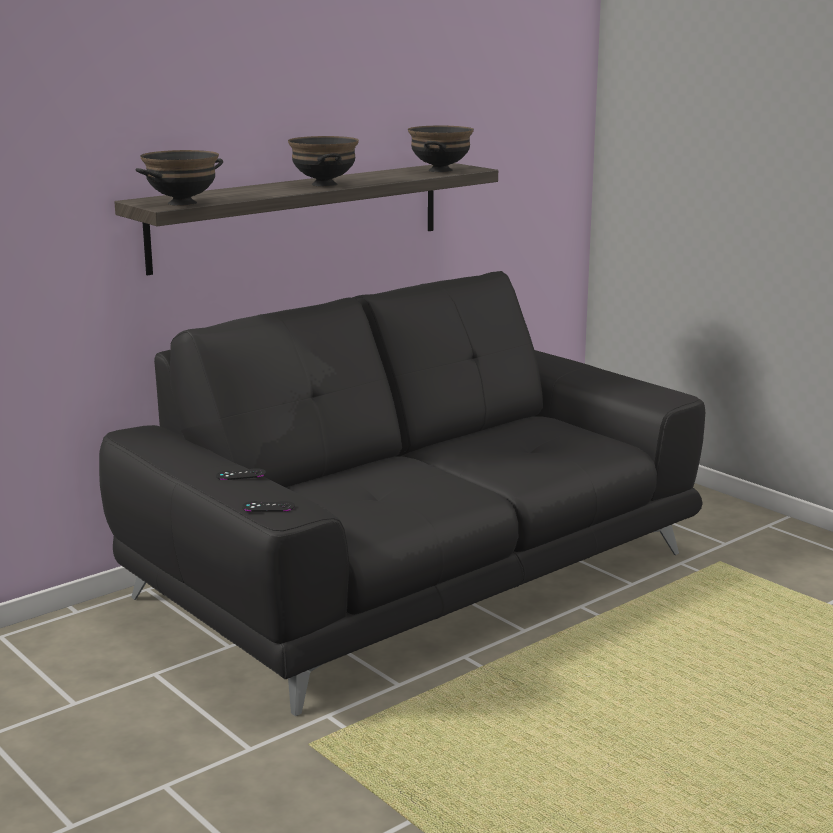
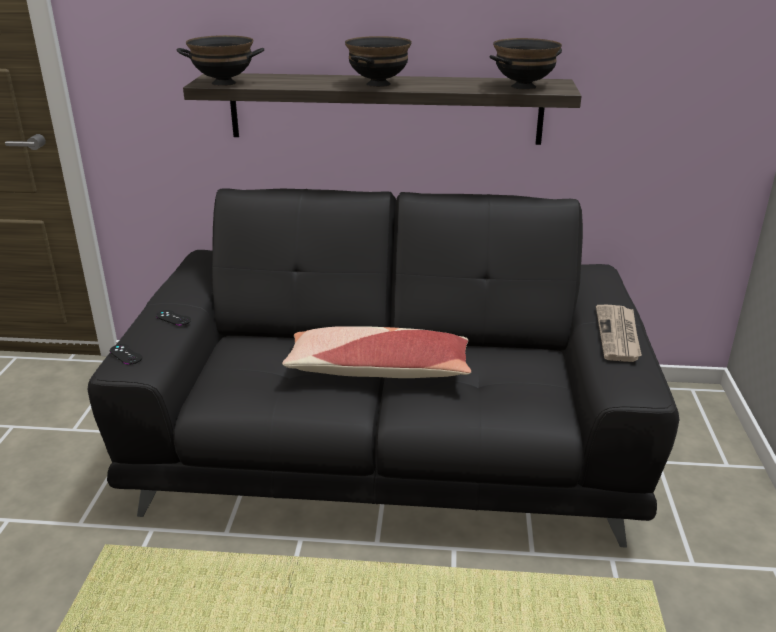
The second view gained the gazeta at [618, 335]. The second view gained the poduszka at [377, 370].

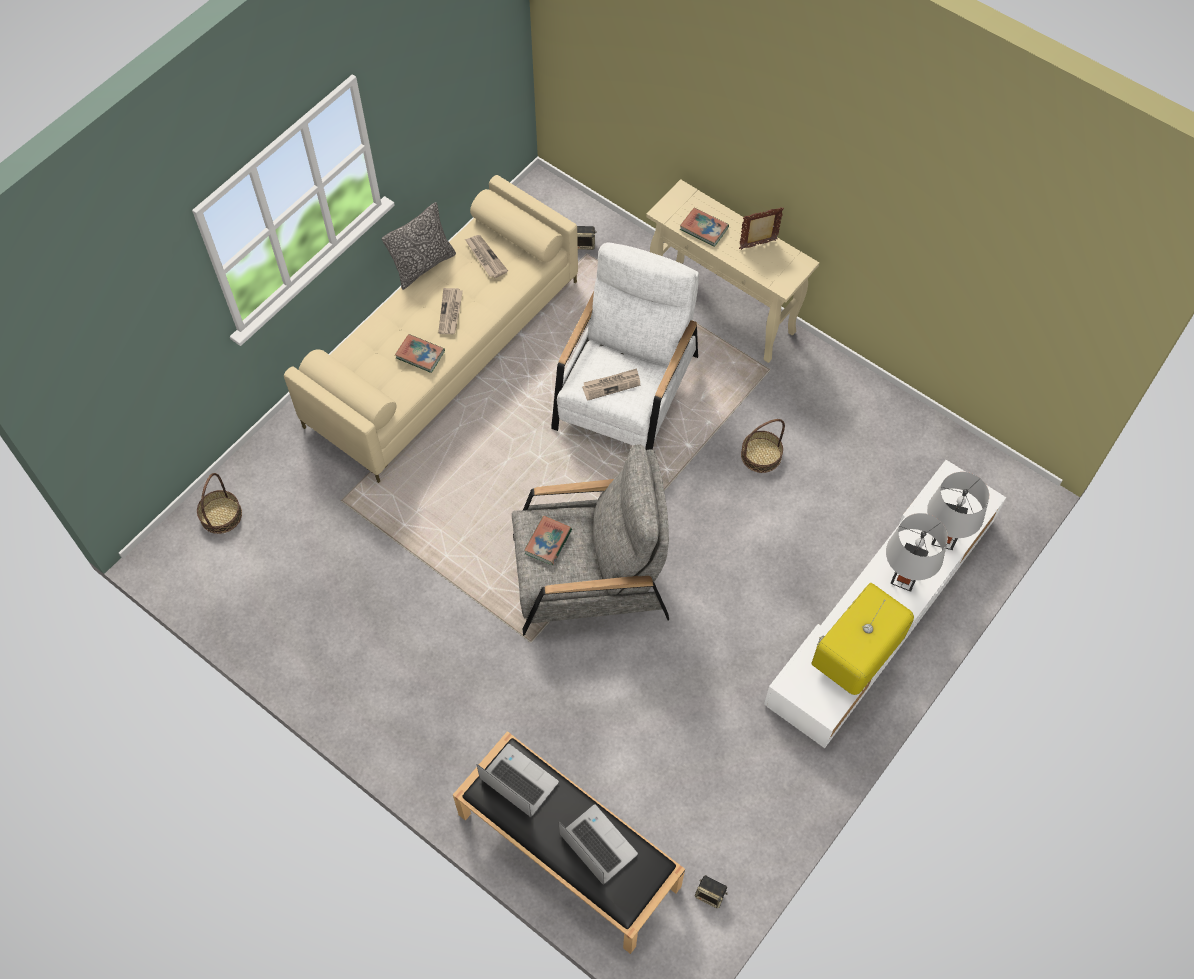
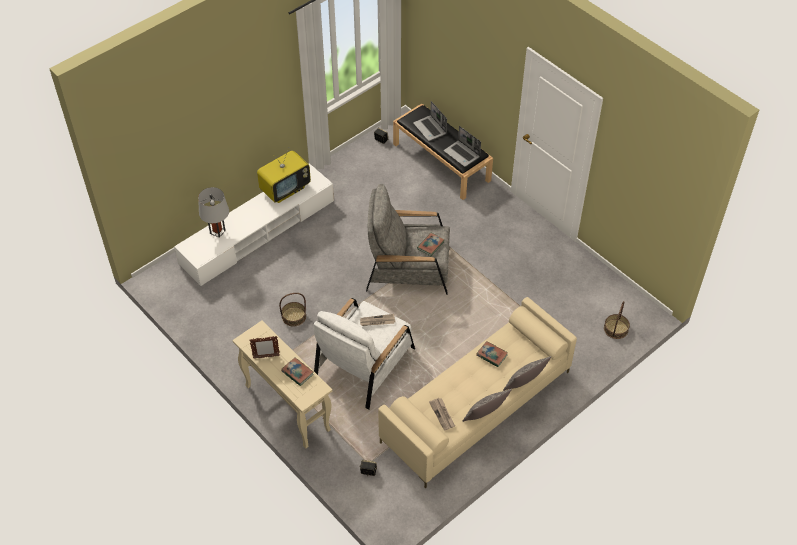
The second view lost the gazeta at [450, 312]. The second view lost the lampa stołowa/szary at [904, 579]. The second view gained the poduszka at [524, 384].

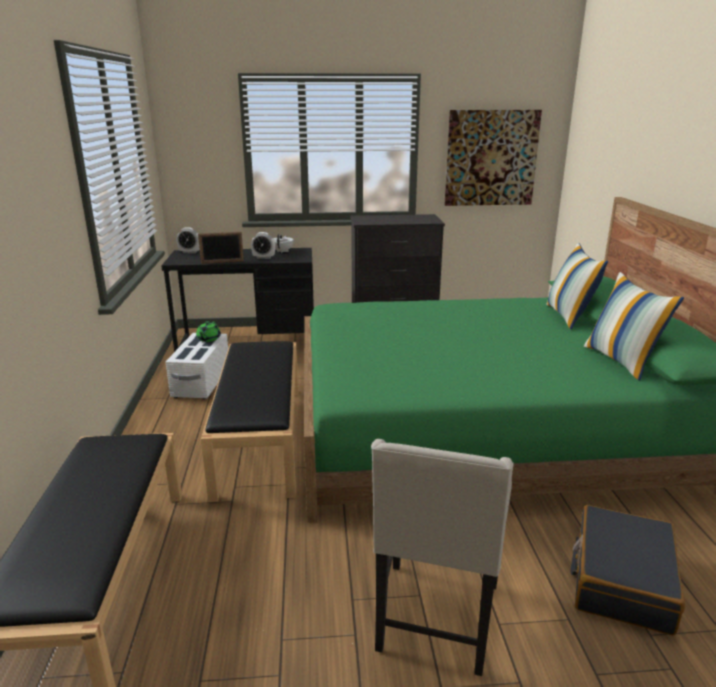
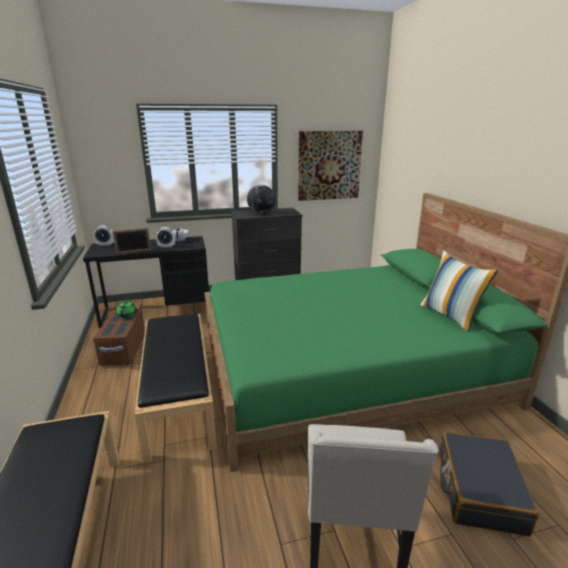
The second view lost the poduszka at [569, 316]. What was the pojemnik do przechowywania/biały at [201, 382] turned into the pojemnik do przechowywania/brązowy at [123, 350]. The second view gained the globus at [261, 213].

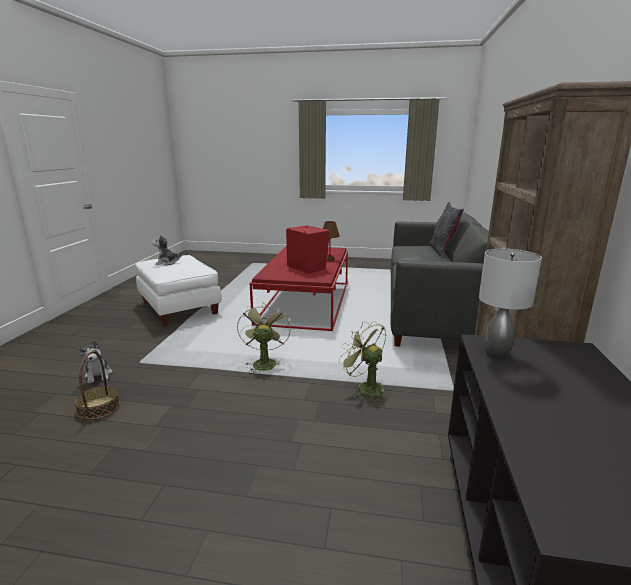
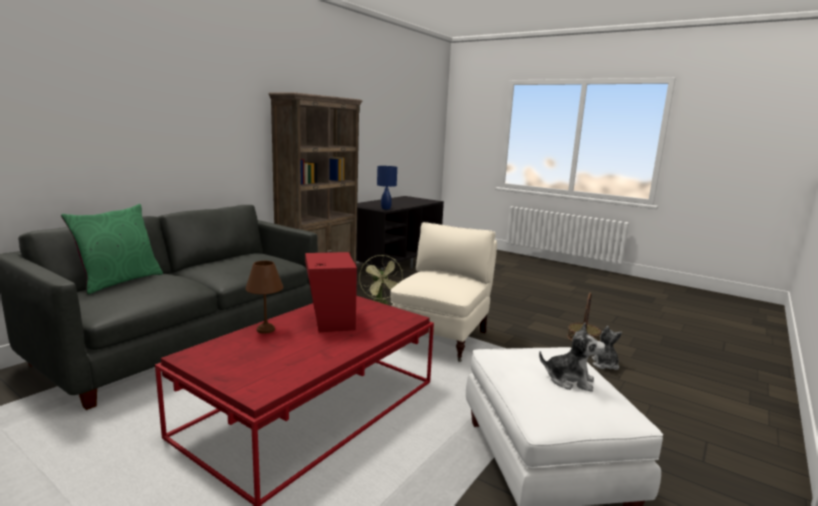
What was the poduszka/szary at [442, 250] turned into the poduszka/zielony at [119, 281]. What was the lampa stołowa/szary at [496, 353] turned into the lampa stołowa/niebieski at [386, 208]. Where the wentylator/zielony stood at [264, 362], the fotel/beżowy came to stand at [442, 338].

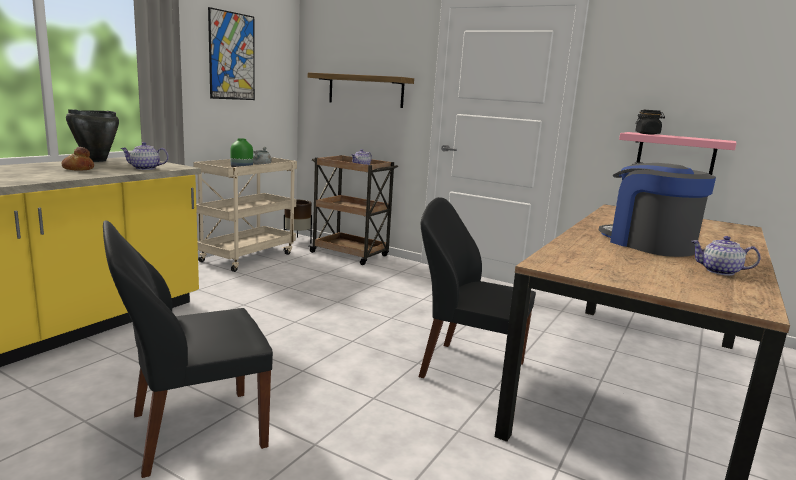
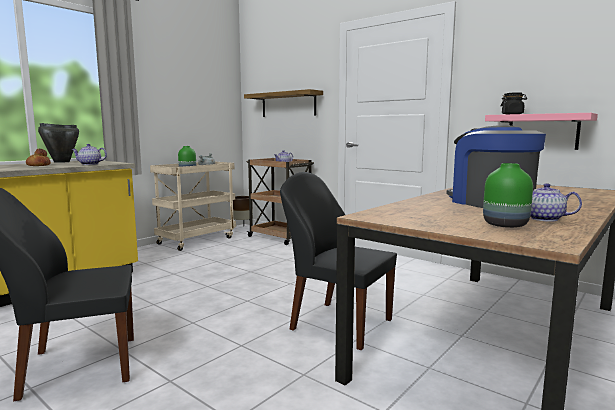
The second view lost the obraz at [232, 56]. The second view gained the wazon/zielony at [504, 225].

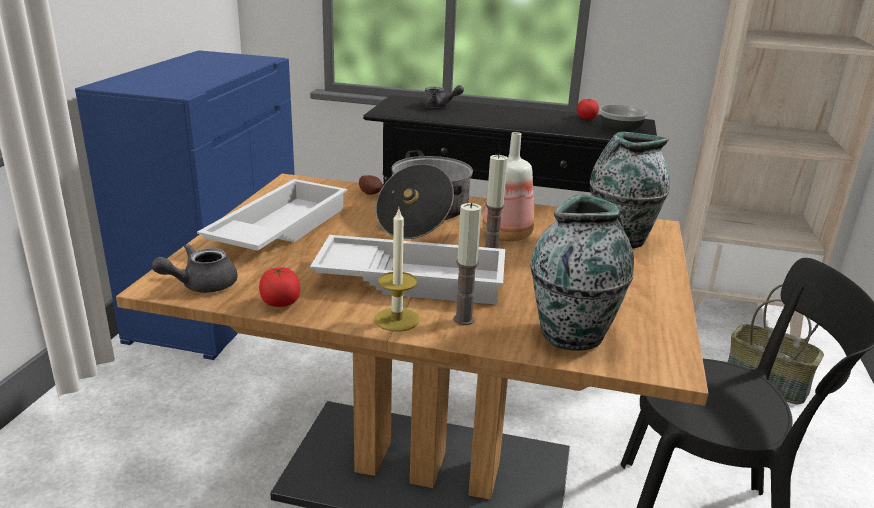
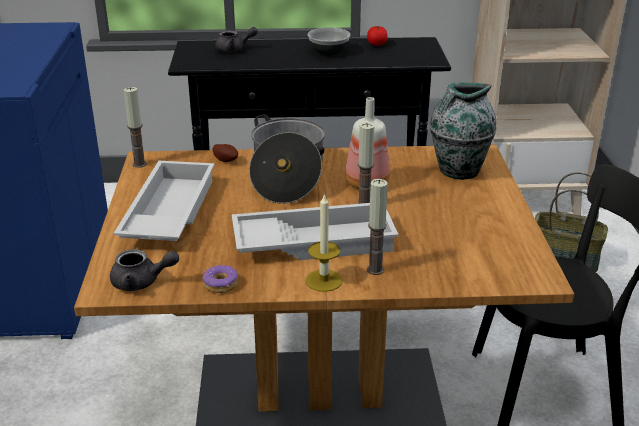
The miska ended up elsewhere, having gone from [620, 130] to [328, 52]. The second view lost the wazon at [573, 334]. The imbryk/szary at [201, 285] ended up facing another way, 120 degrees counterclockwise from before. Where the pomidor stood at [280, 303], the donut came to stand at [221, 285]. The second view gained the świeca at [139, 164].

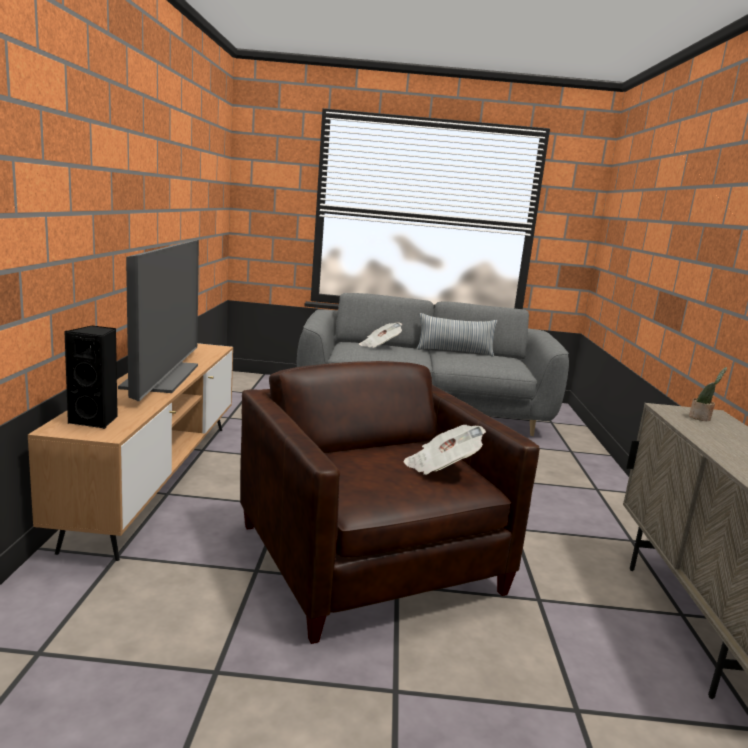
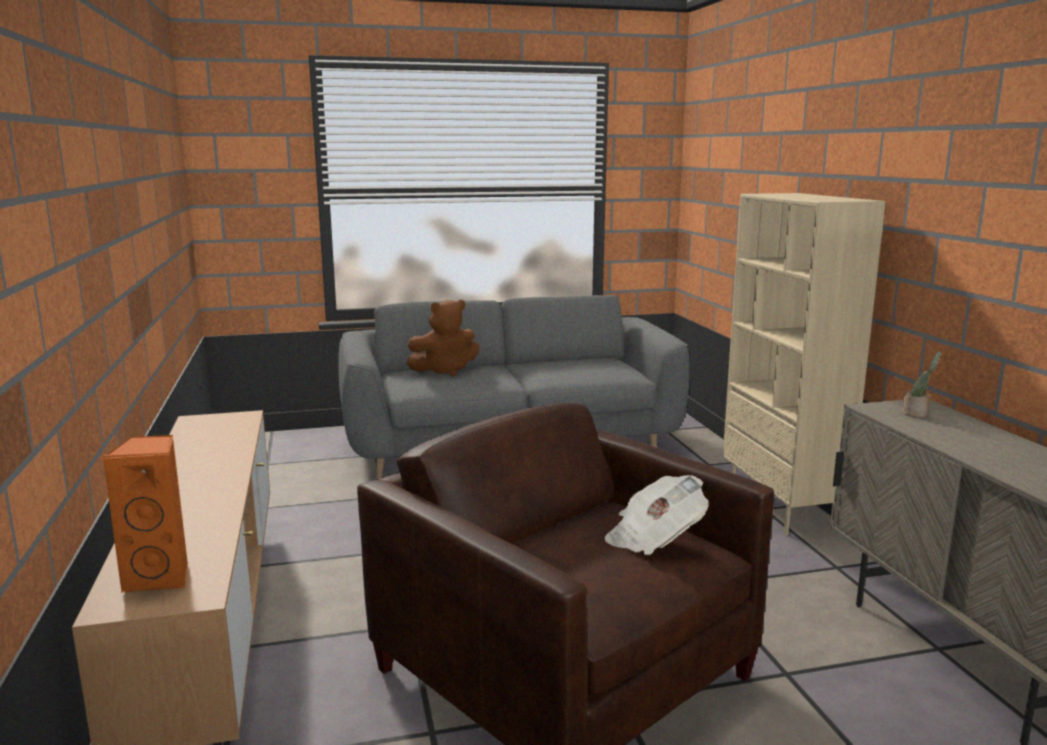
The second view lost the telewizor at [162, 376]. The second view lost the poduszka at [454, 352]. Where the gazeta stood at [379, 346], the pluszak/brązowy came to stand at [445, 371]. What was the głośnik/czarny at [96, 420] turned into the głośnik/pomarańczowy at [161, 577]. The second view gained the regał/beżowy at [781, 508].

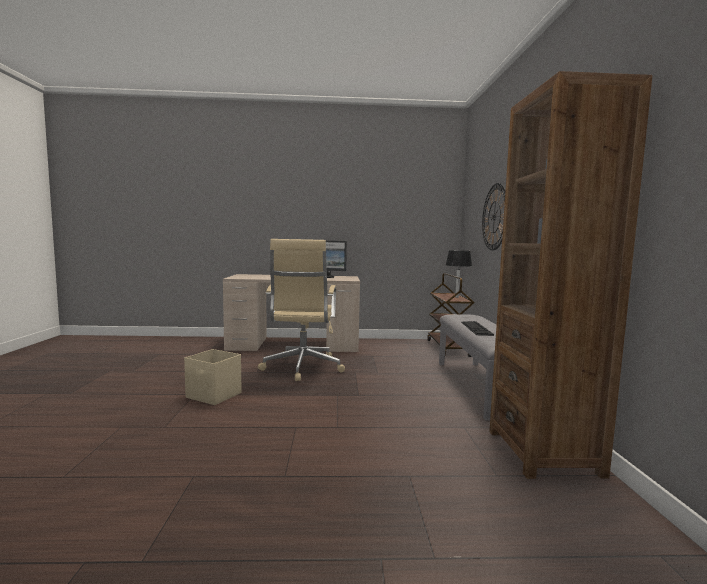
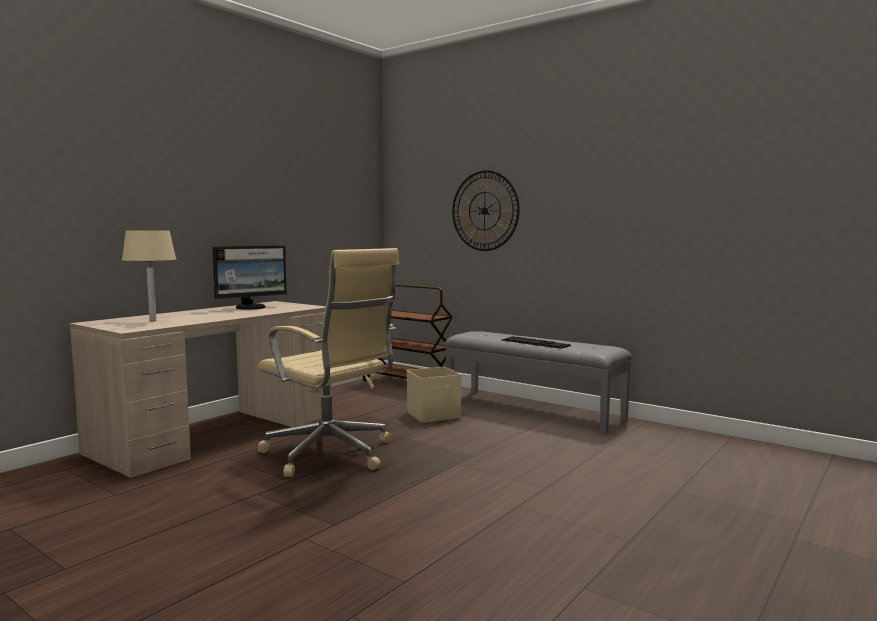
The second view lost the regał/brązowy at [543, 452]. The second view lost the lampa stołowa/czarny at [457, 297]. The pojemnik do przechowywania/beżowy ended up elsewhere, having gone from [214, 395] to [434, 415]. The second view gained the lampa stołowa/beżowy at [152, 320].

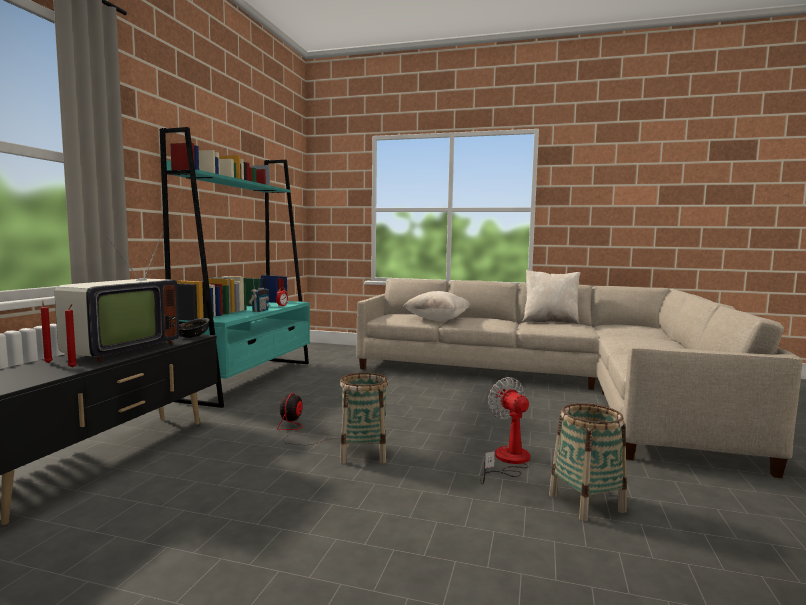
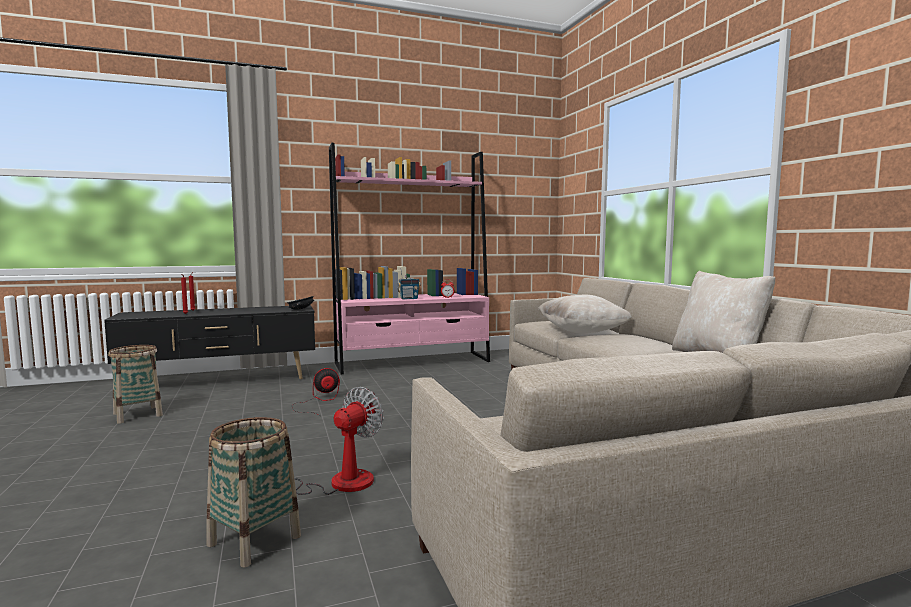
What was the regał/turkusowy at [249, 379] turned into the regał/różowy at [413, 362]. The second view lost the telewizor at [118, 350]. The koszyk ended up elsewhere, having gone from [363, 454] to [138, 414].

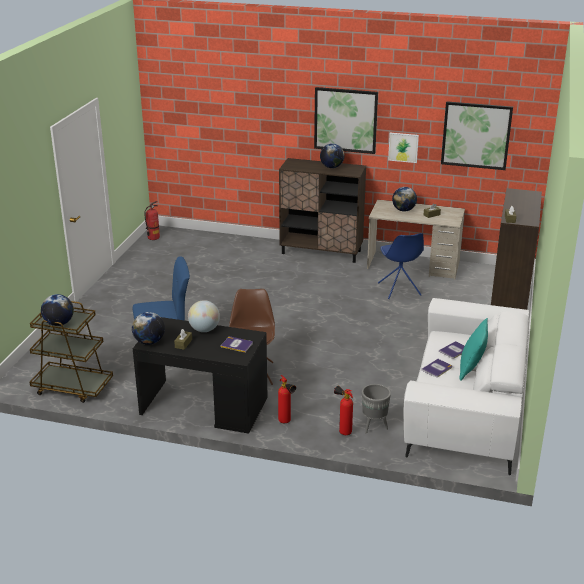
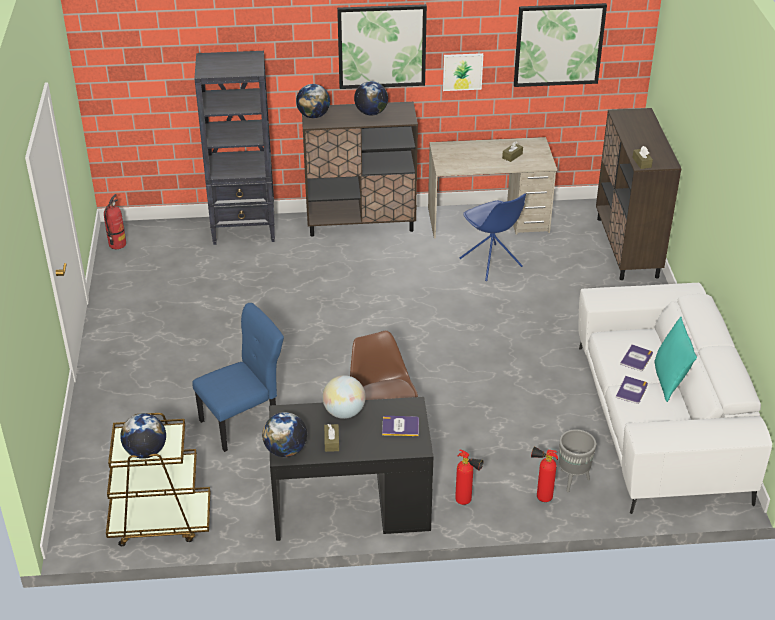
The globus ended up elsewhere, having gone from [404, 210] to [313, 116]. The second view gained the regał/czarny at [245, 229].

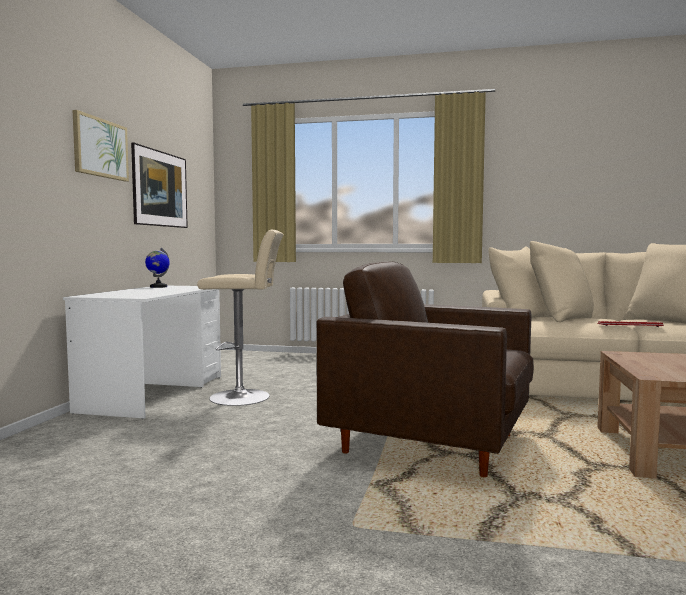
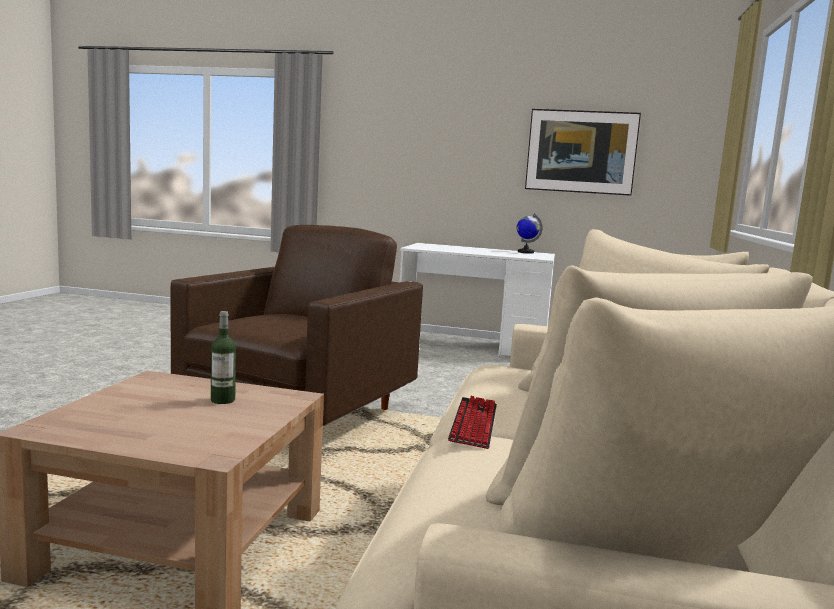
The second view lost the obraz at [100, 148]. The second view lost the stołek/beżowy at [244, 397]. The second view gained the butelka at [223, 400].

